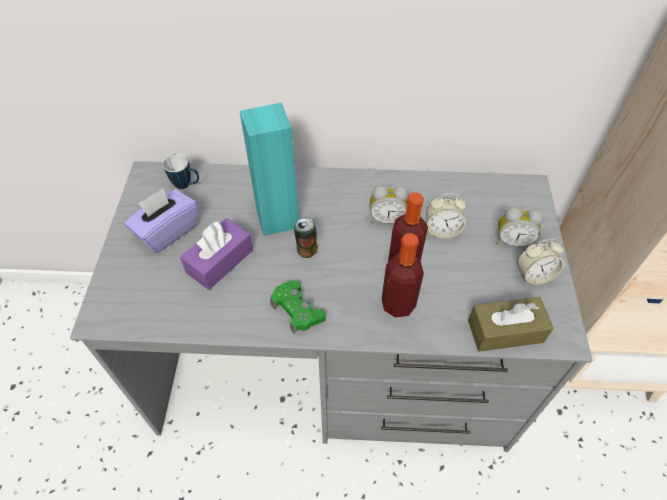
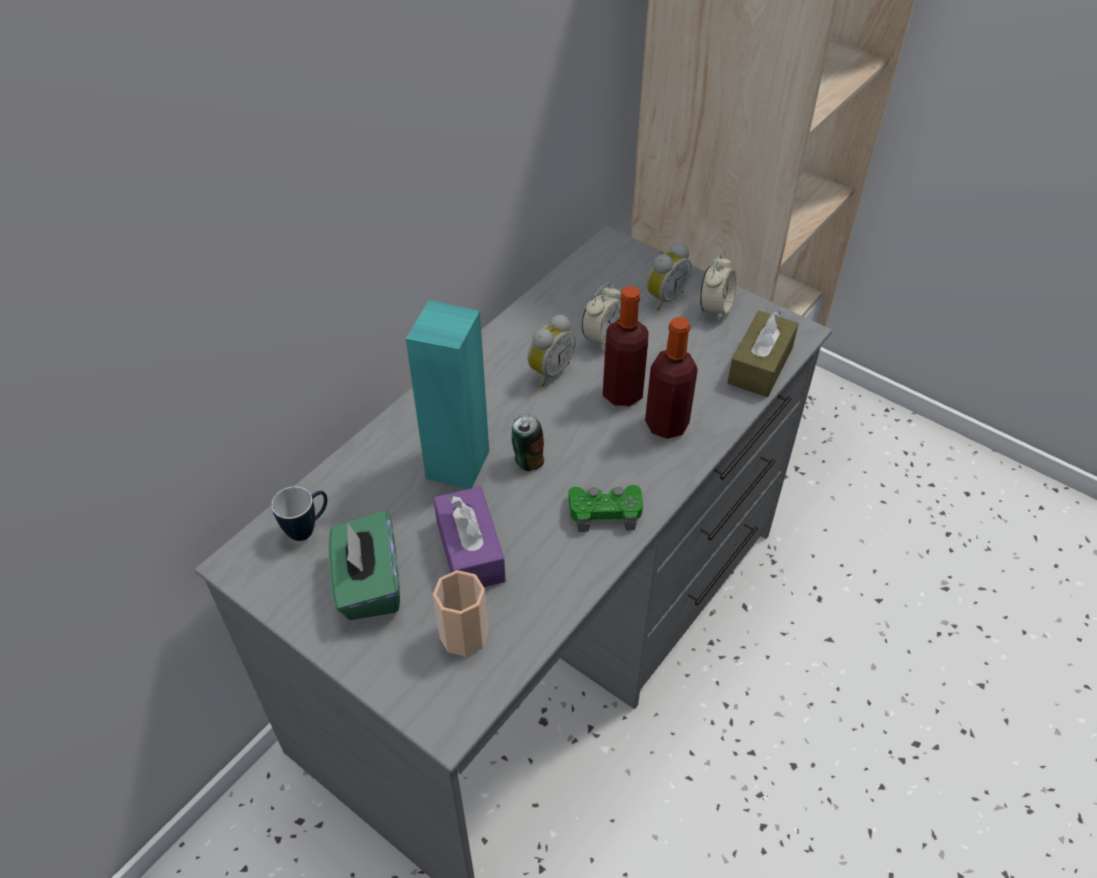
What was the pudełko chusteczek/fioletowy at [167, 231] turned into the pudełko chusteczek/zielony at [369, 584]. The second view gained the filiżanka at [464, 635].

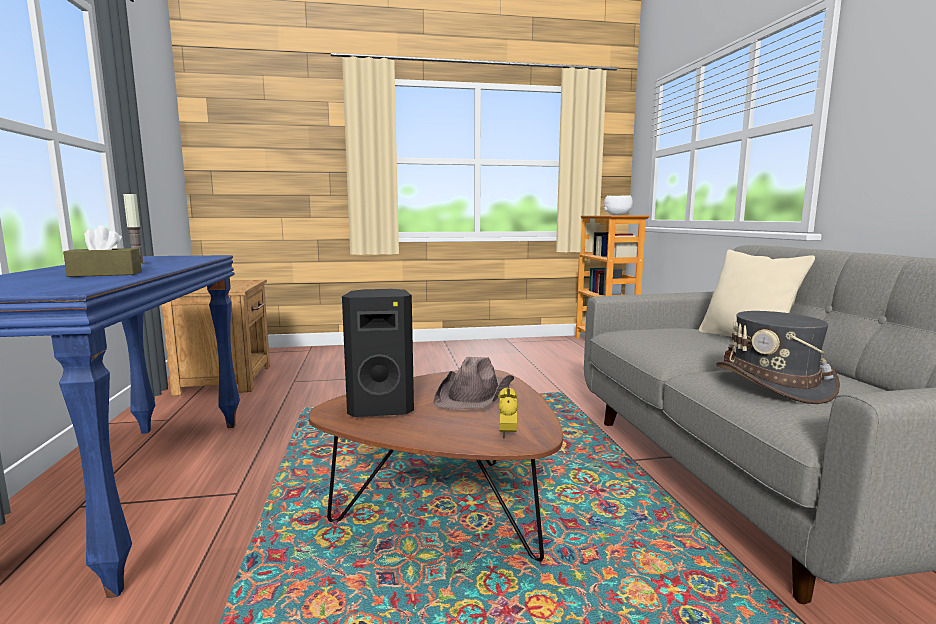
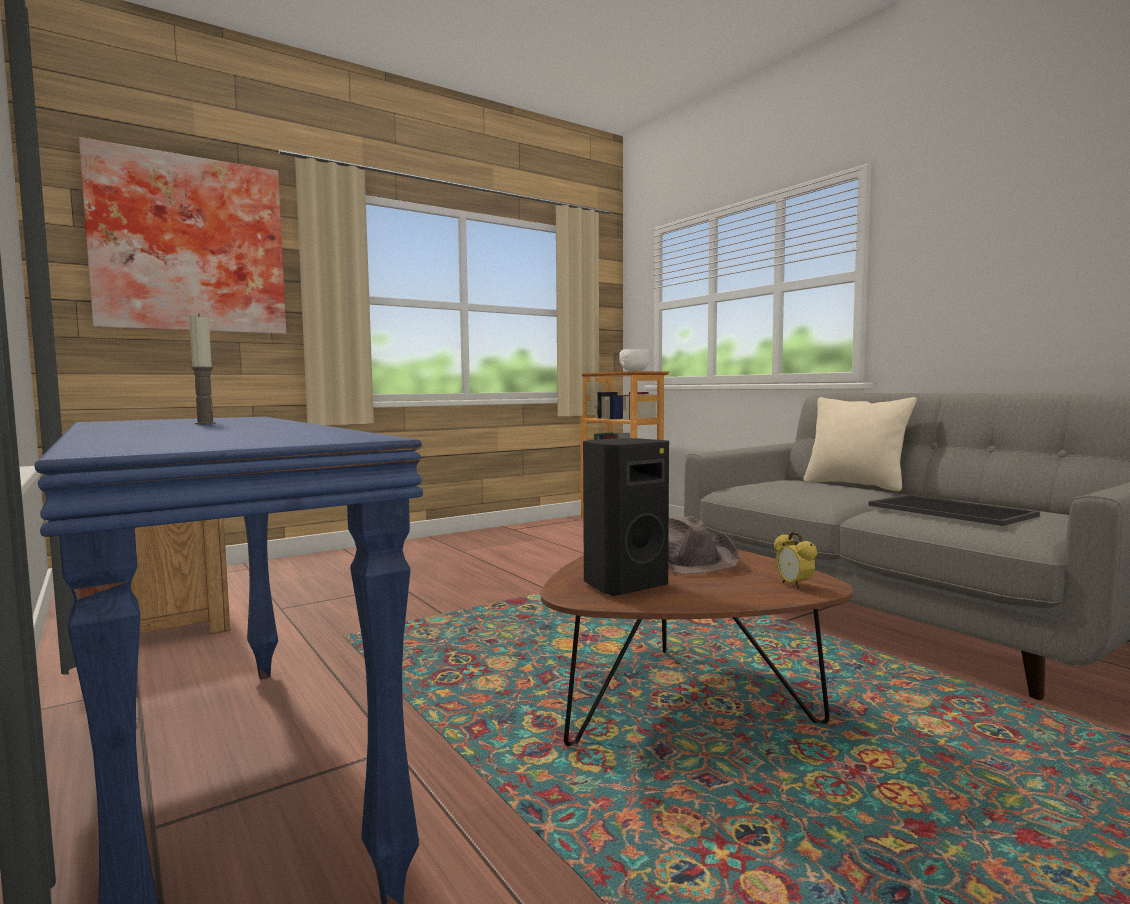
The second view lost the pudełko chusteczek/brązowy at [105, 274]. Where the kapelusz/szary stood at [773, 384], the taca came to stand at [952, 510]. The second view gained the obraz at [190, 246].

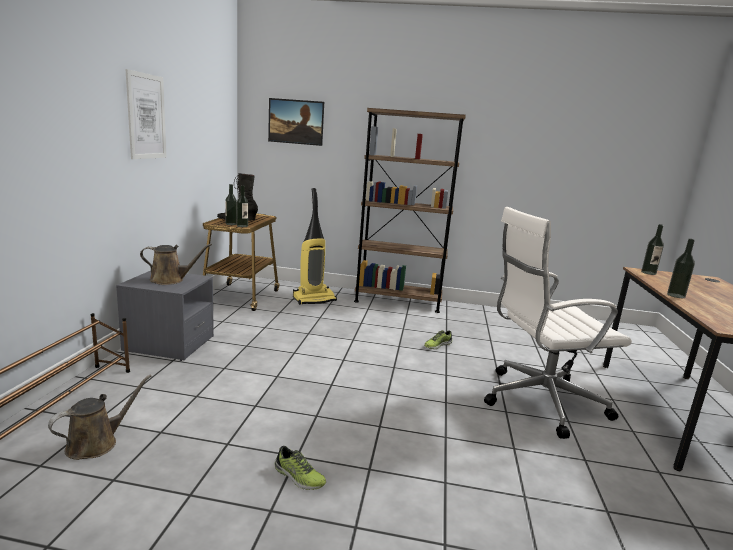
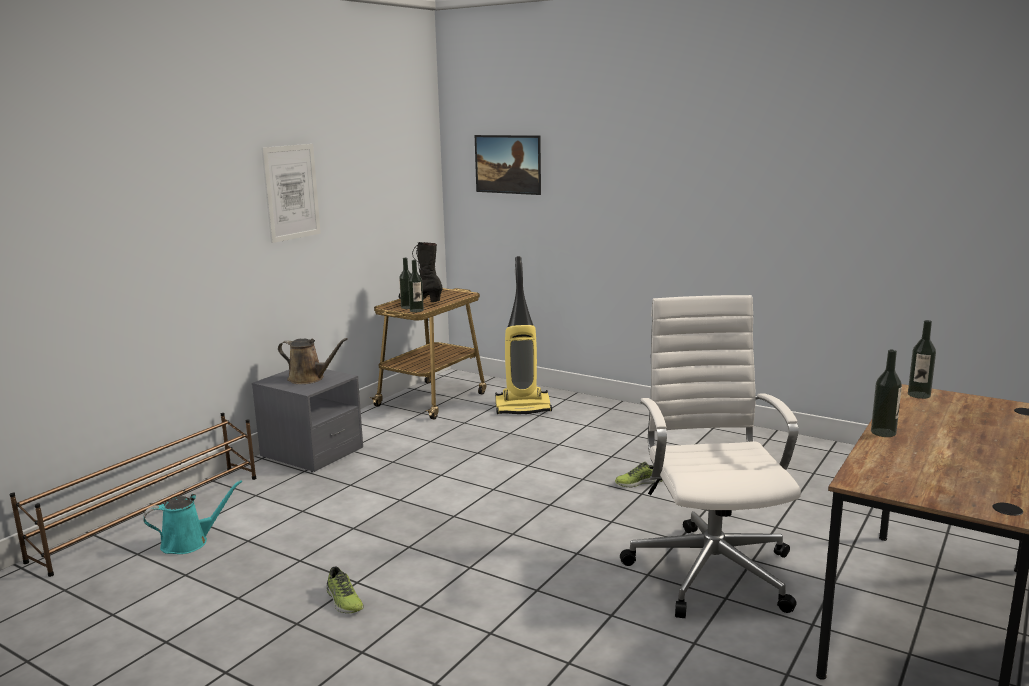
The second view lost the regał/brązowy at [398, 301]. The krzesło biurowe/biały at [539, 401] ended up facing another way, 75 degrees clockwise from before. What was the konewka/brązowy at [97, 443] turned into the konewka/turkusowy at [189, 542].

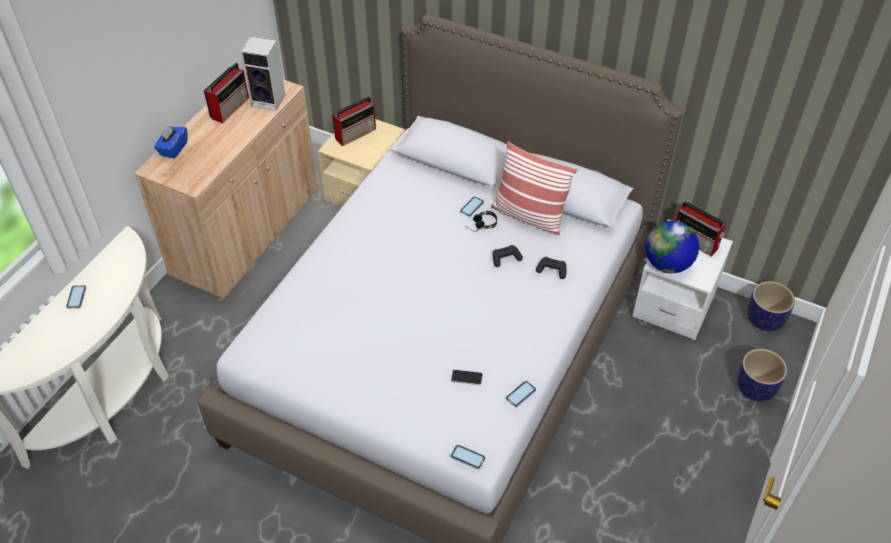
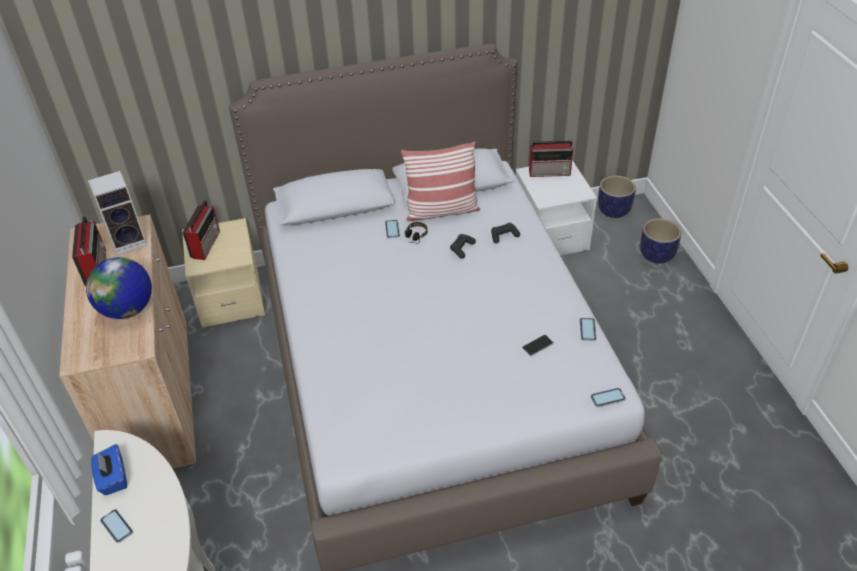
The pudełko chusteczek/niebieski ended up elsewhere, having gone from [173, 149] to [113, 478]. The globus ended up elsewhere, having gone from [667, 264] to [127, 310].

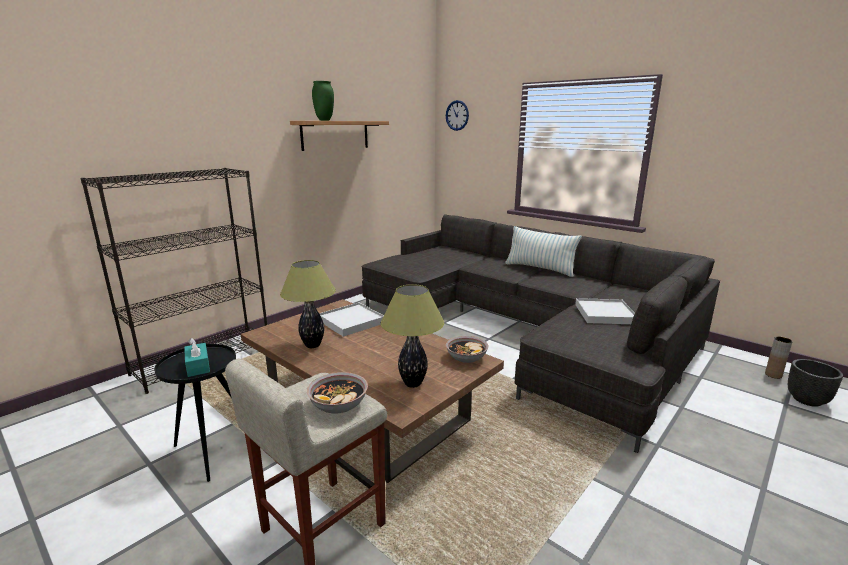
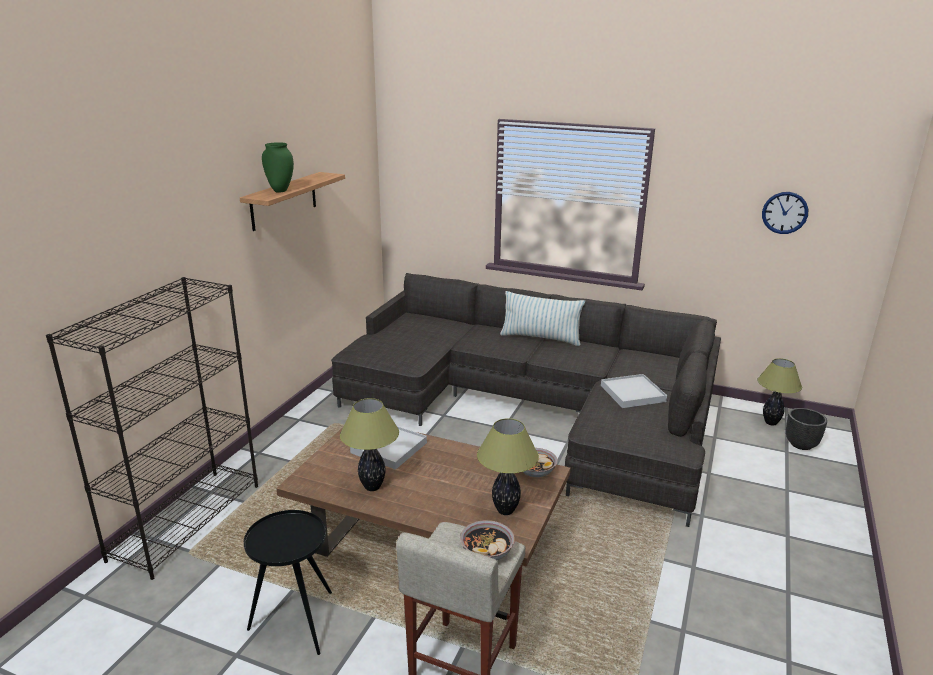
The zegar ścienny ended up elsewhere, having gone from [457, 115] to [784, 212]. Where the wazon/brązowy stood at [773, 375], the lampa stołowa came to stand at [771, 423]. The second view lost the pudełko chusteczek/turkusowy at [198, 366].

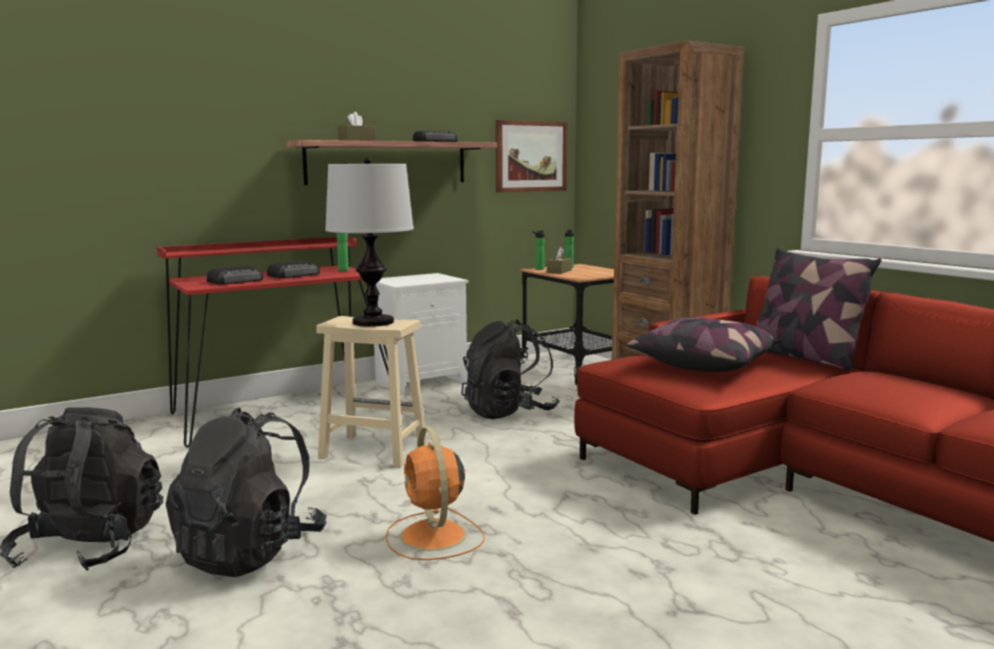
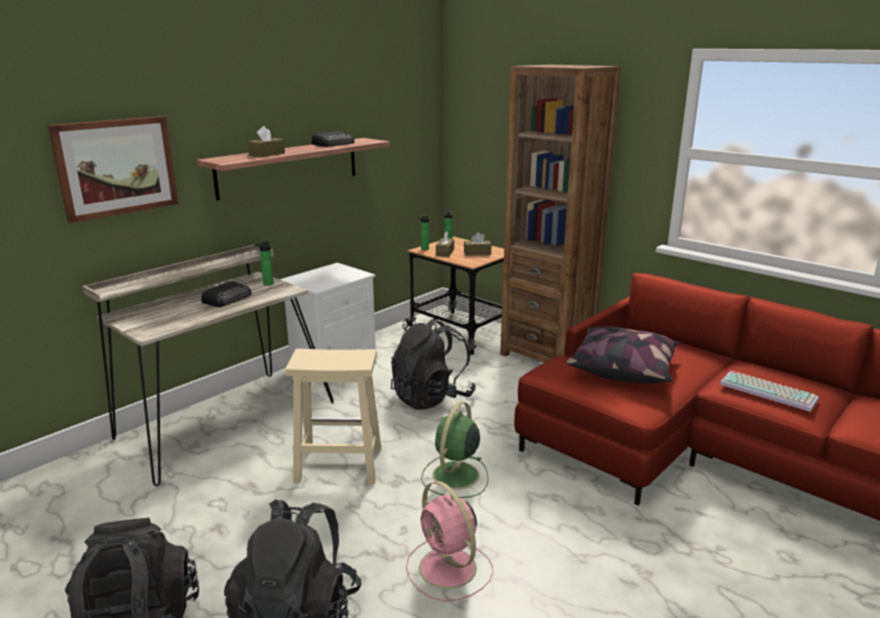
The obraz ended up elsewhere, having gone from [530, 156] to [116, 167]. The second view lost the lampa stołowa at [373, 322]. What was the biurko/czerwony at [282, 410] turned into the biurko/beżowy at [223, 420]. The second view lost the poduszka at [804, 357]. The second view lost the radio at [236, 281]. What was the wentylator/pomarańczowy at [434, 537] turned into the wentylator/różowy at [449, 569]. The second view gained the pudełko chusteczek/brązowy at [477, 253]. The second view gained the klawiatura at [769, 391]. The second view gained the wentylator/zielony at [455, 476].

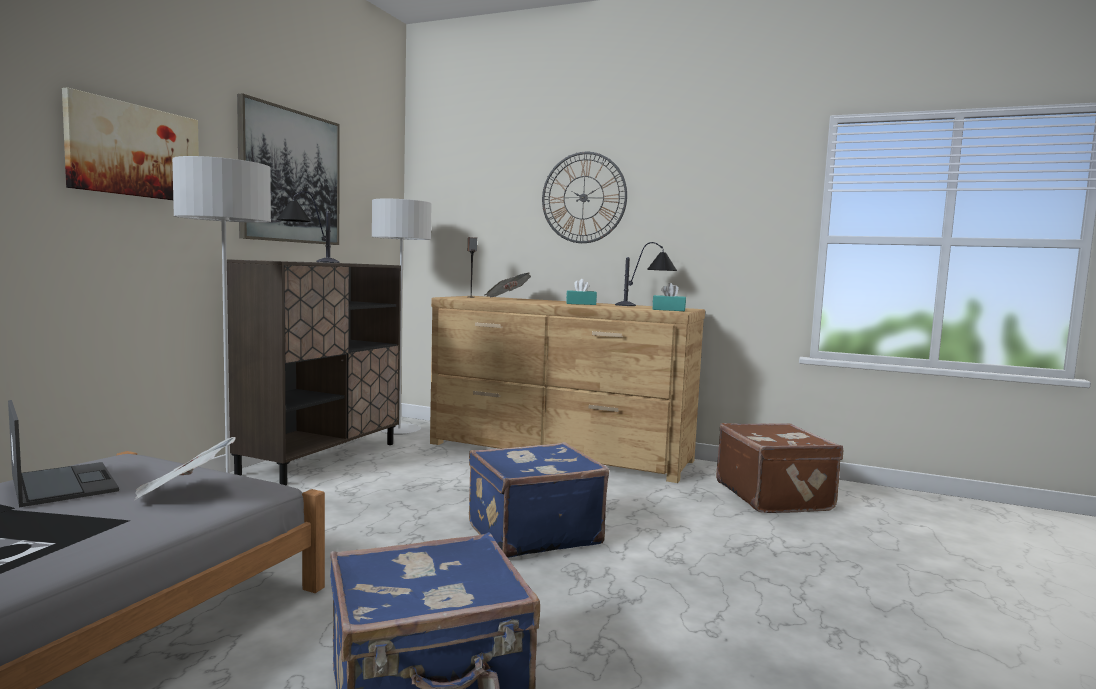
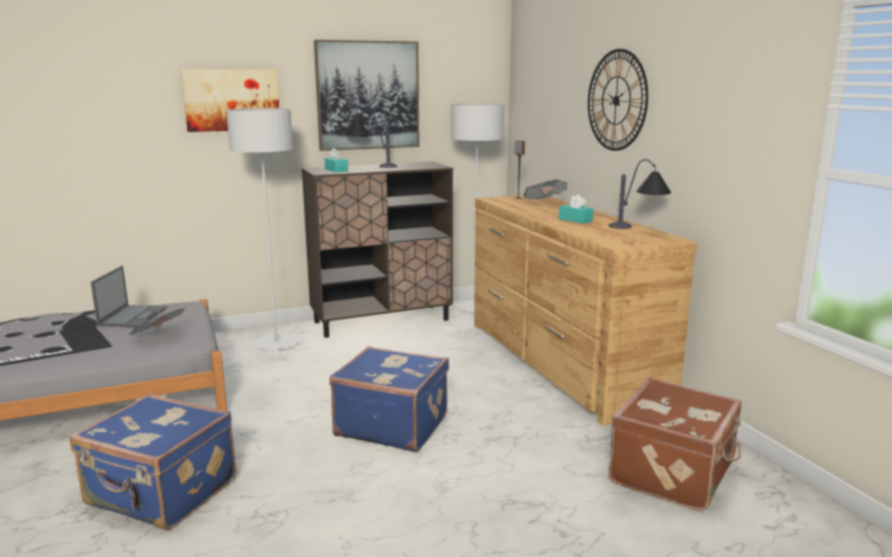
The pudełko chusteczek/turkusowy ended up elsewhere, having gone from [668, 310] to [336, 170].

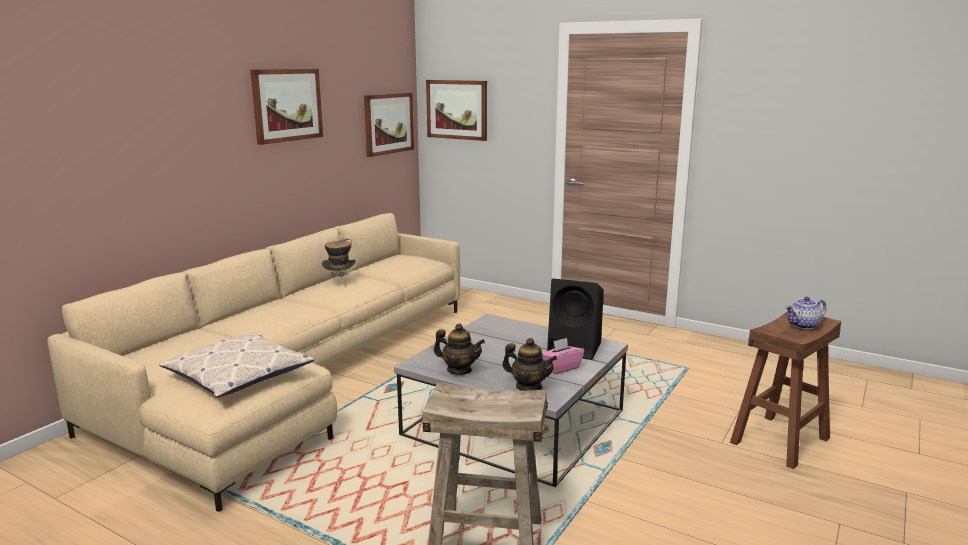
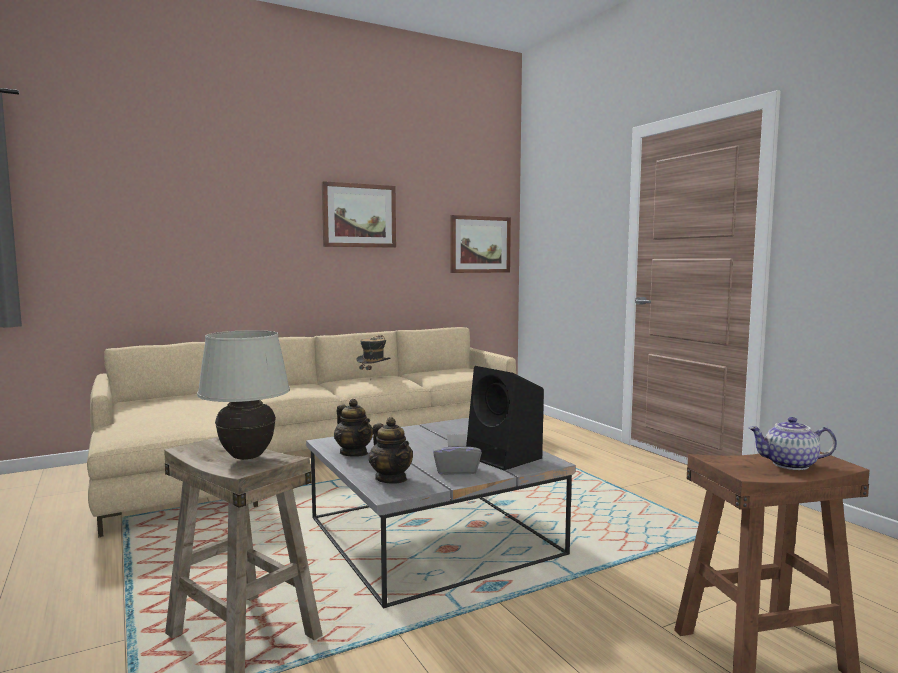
The second view lost the obraz at [457, 109]. The second view lost the poduszka at [239, 375]. What was the pudełko chusteczek/różowy at [561, 368] turned into the pudełko chusteczek/szary at [456, 470]. The second view gained the lampa stołowa/biały at [248, 457].

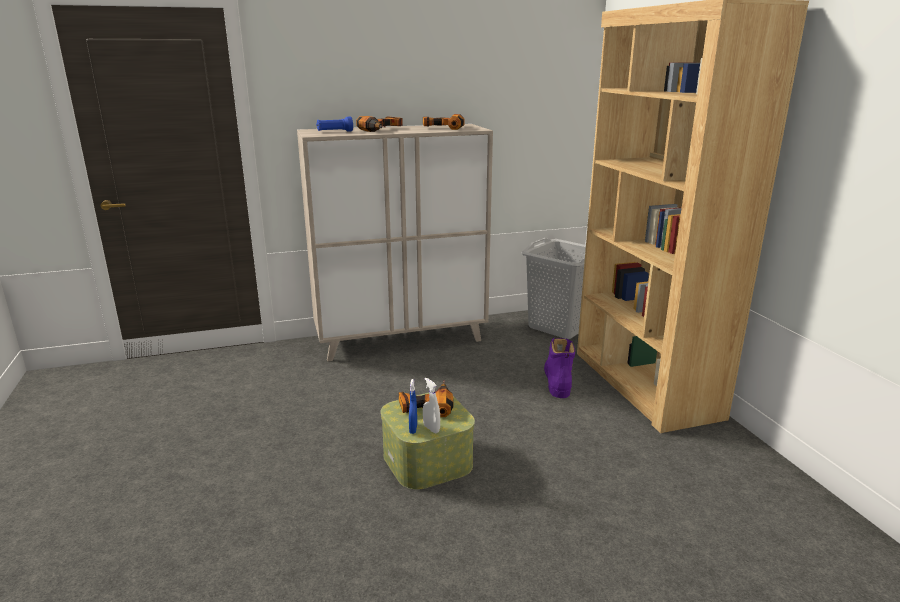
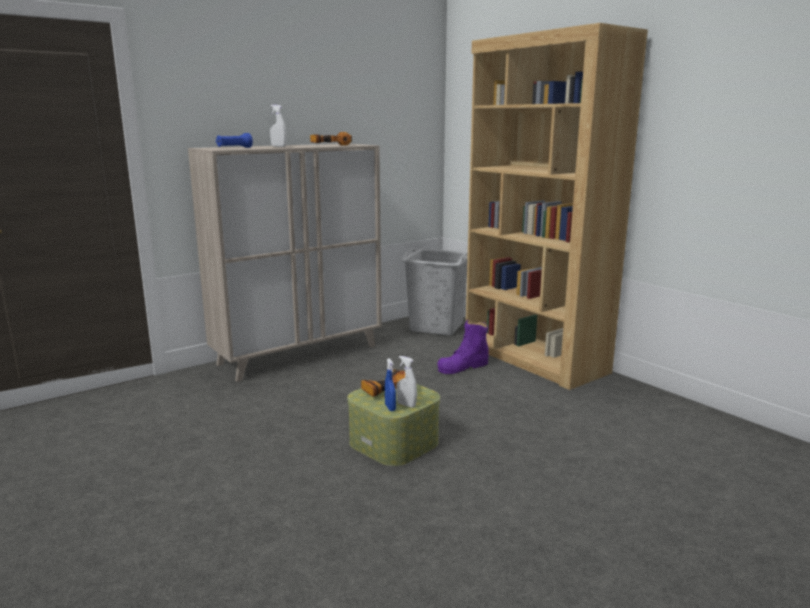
Where the wiertarka stood at [383, 130], the spryskiwacz/biały came to stand at [278, 146]. The but z cholewką/fioletowy at [557, 381] ended up facing another way, 105 degrees counterclockwise from before.

